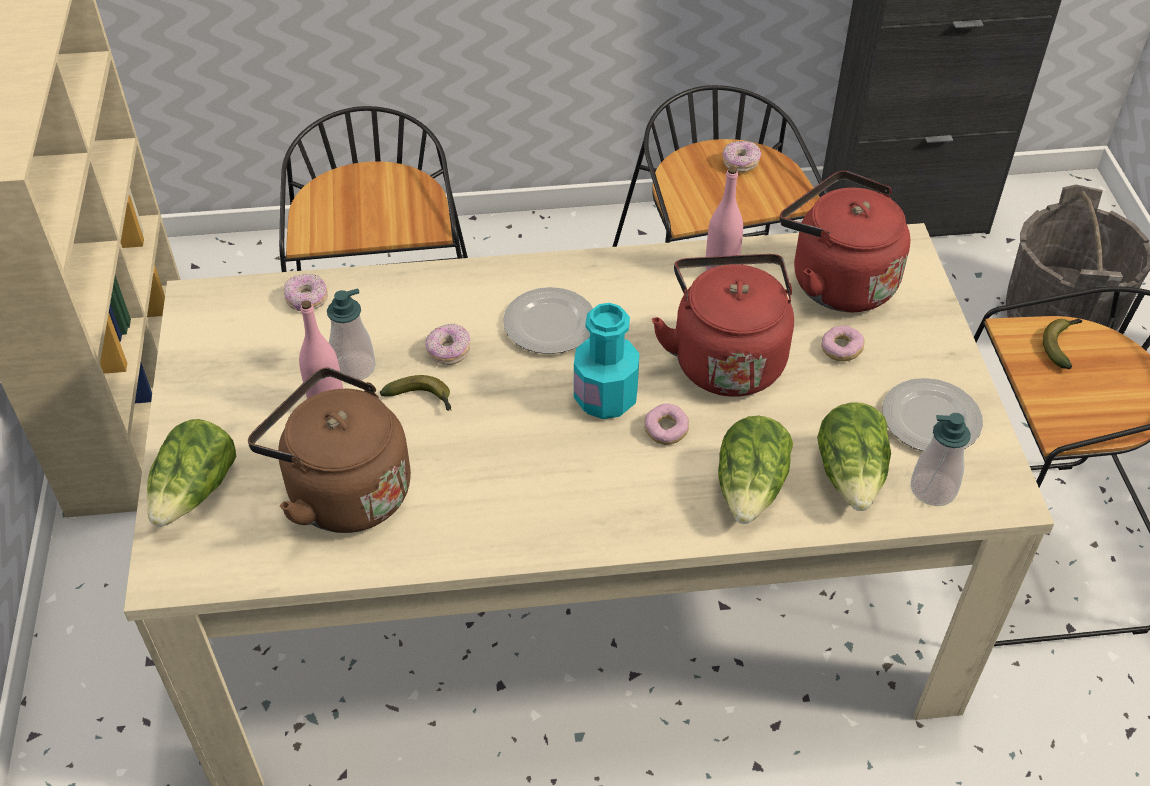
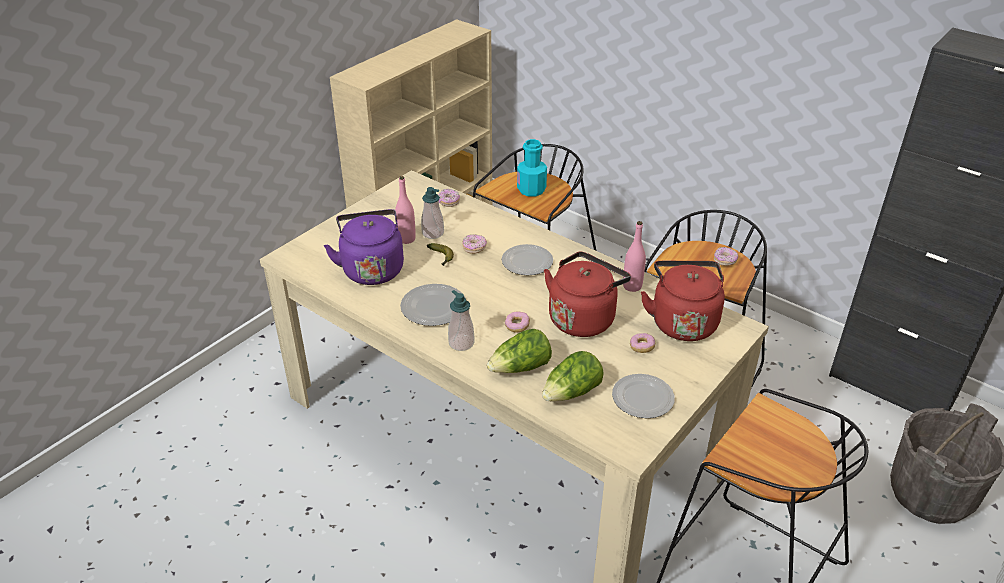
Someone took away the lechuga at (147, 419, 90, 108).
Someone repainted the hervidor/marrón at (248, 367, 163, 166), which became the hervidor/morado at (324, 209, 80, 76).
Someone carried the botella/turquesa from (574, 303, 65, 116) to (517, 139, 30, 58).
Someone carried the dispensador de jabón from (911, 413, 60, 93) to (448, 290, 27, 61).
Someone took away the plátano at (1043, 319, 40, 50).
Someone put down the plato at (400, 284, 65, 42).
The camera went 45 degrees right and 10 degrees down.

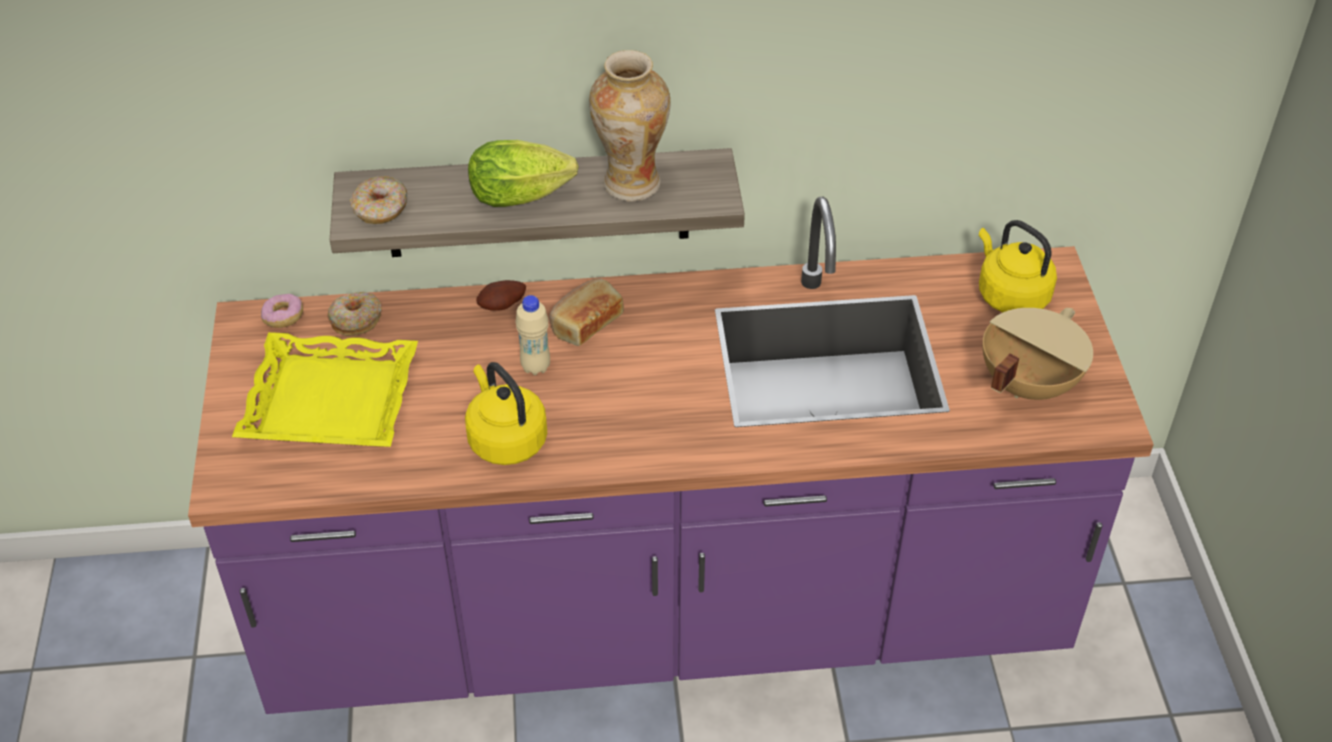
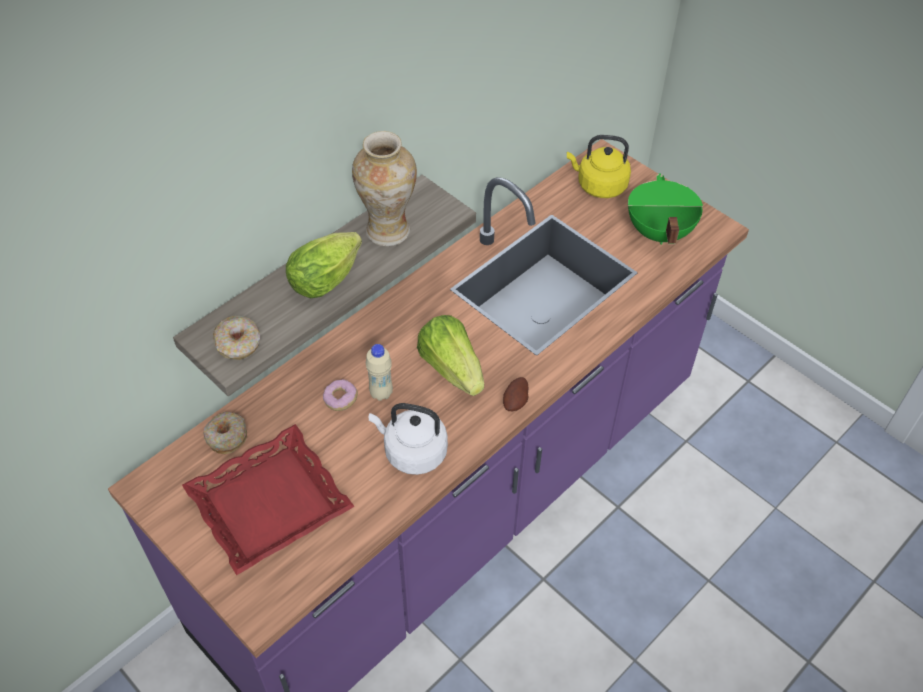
Someone repainted the bandeja/amarillo at (232, 332, 186, 115), which became the bandeja/rojo at (182, 424, 173, 151).
Someone carried the rosquilla from (261, 294, 42, 34) to (323, 379, 35, 32).
Someone repainted the hervidor/amarillo at (465, 362, 82, 103), which became the hervidor/blanco at (369, 403, 79, 72).
Someone carried the patata from (476, 280, 50, 31) to (503, 377, 25, 34).
Someone took away the pan at (549, 279, 75, 67).
Someone repainted the olla/beis at (982, 308, 111, 92), which became the olla/verde at (628, 173, 75, 71).
Someone put down the lechuga at (417, 315, 67, 81).
The camera went 40 degrees left and 5 degrees up.

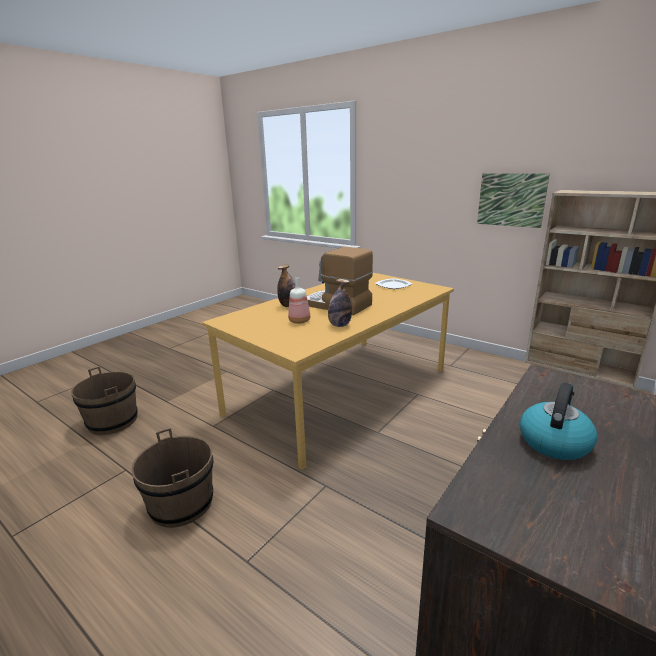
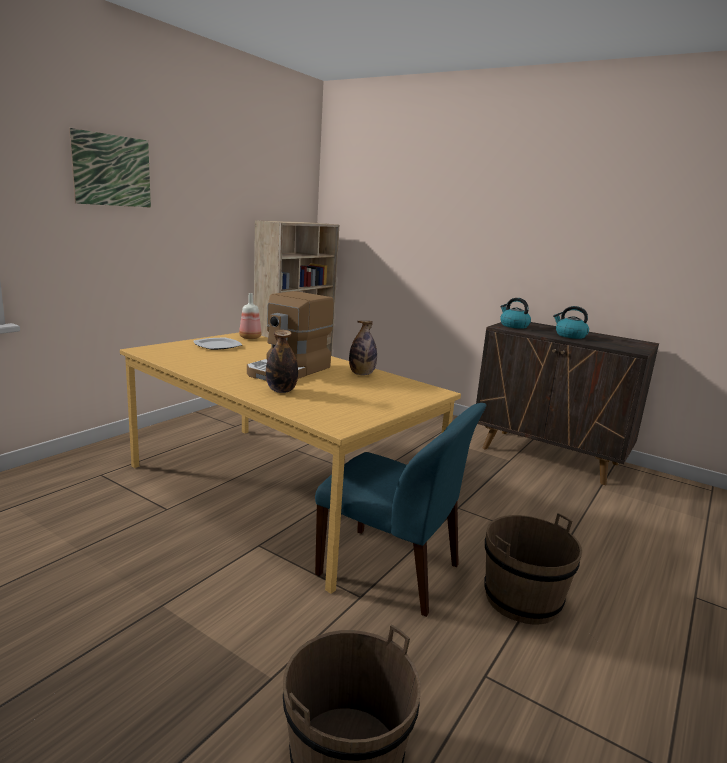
Someone carried the botella from (288, 277, 22, 47) to (239, 293, 22, 46).
Someone carried the cuadro from (477, 173, 73, 55) to (69, 128, 82, 80).
Someone put down the silla/azul at (315, 403, 171, 214).
Someone put down the hervidor at (500, 298, 31, 31).
The camera went 95 degrees left and 5 degrees down.

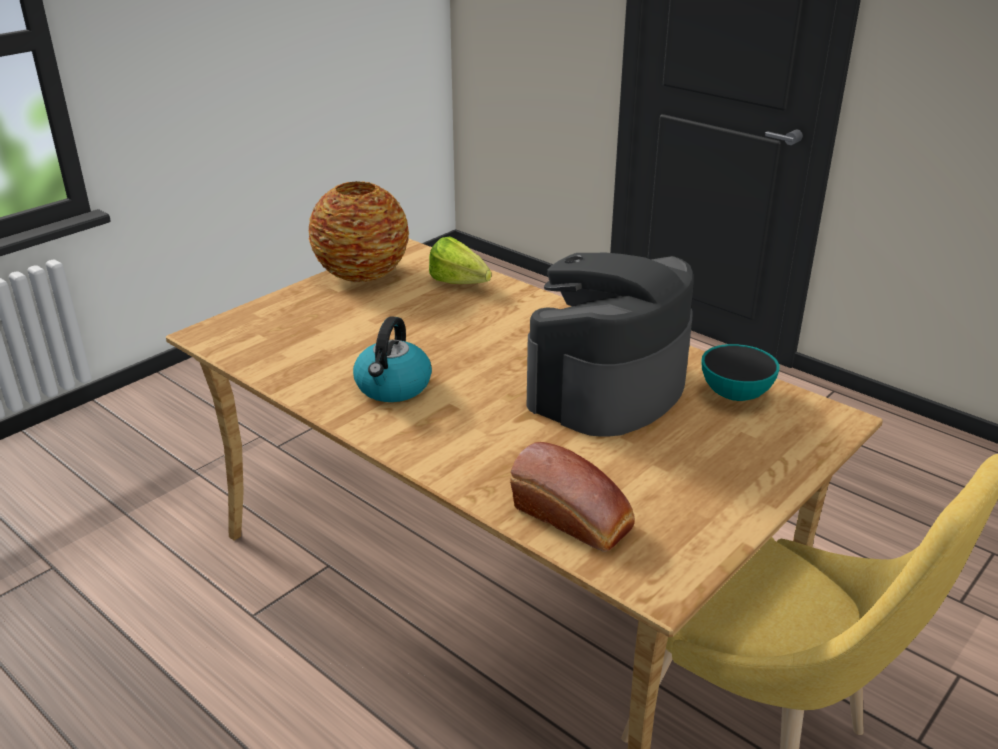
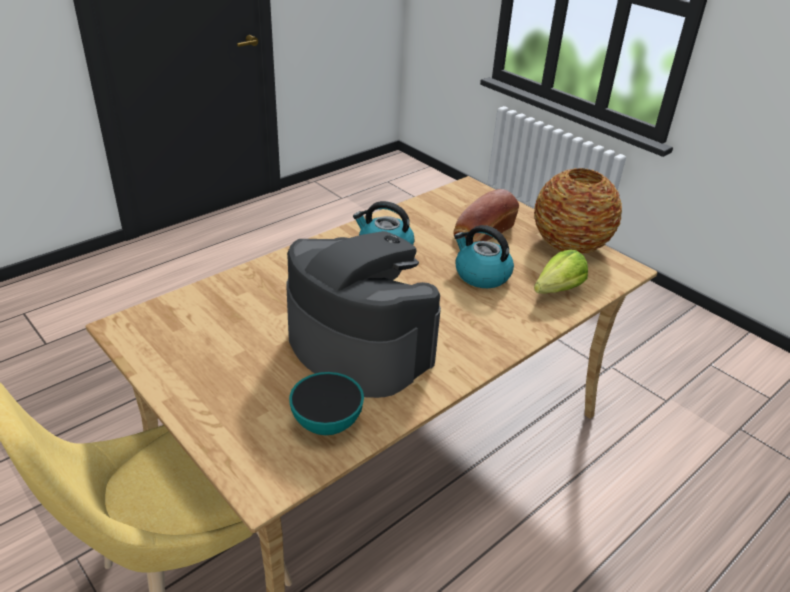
Someone carried the pan from (510, 442, 125, 110) to (453, 189, 66, 53).
Someone put down the hervidor at (454, 225, 60, 63).
The camera went 95 degrees right and 5 degrees up.

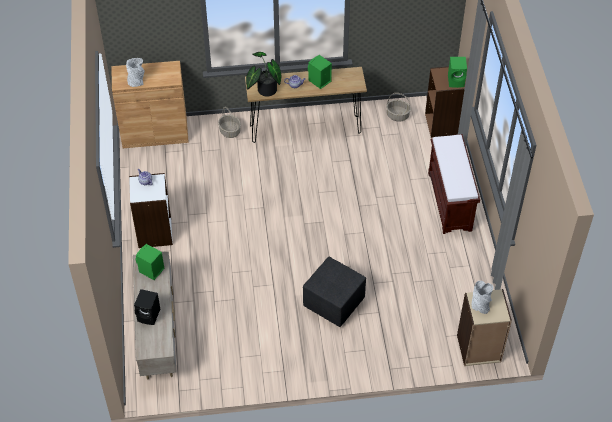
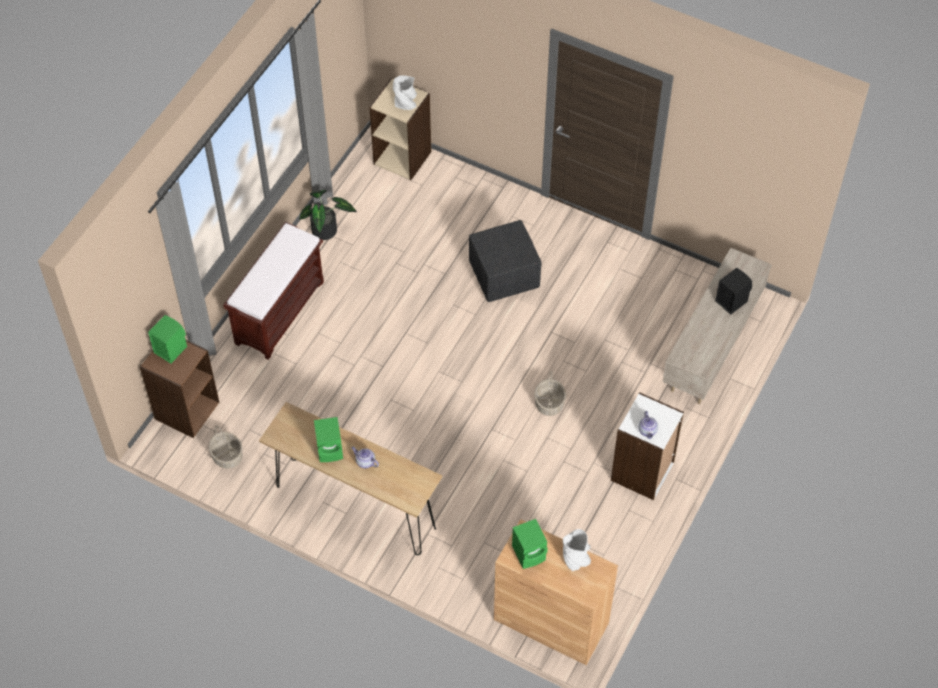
Someone carried the altavoz/verde from (136, 244, 28, 36) to (512, 519, 36, 50).
Someone carried the cesta from (218, 107, 23, 31) to (534, 371, 32, 45).
Someone carried the planta en maceta from (246, 52, 36, 45) to (299, 190, 58, 50).
The camera went 145 degrees left and 5 degrees up.

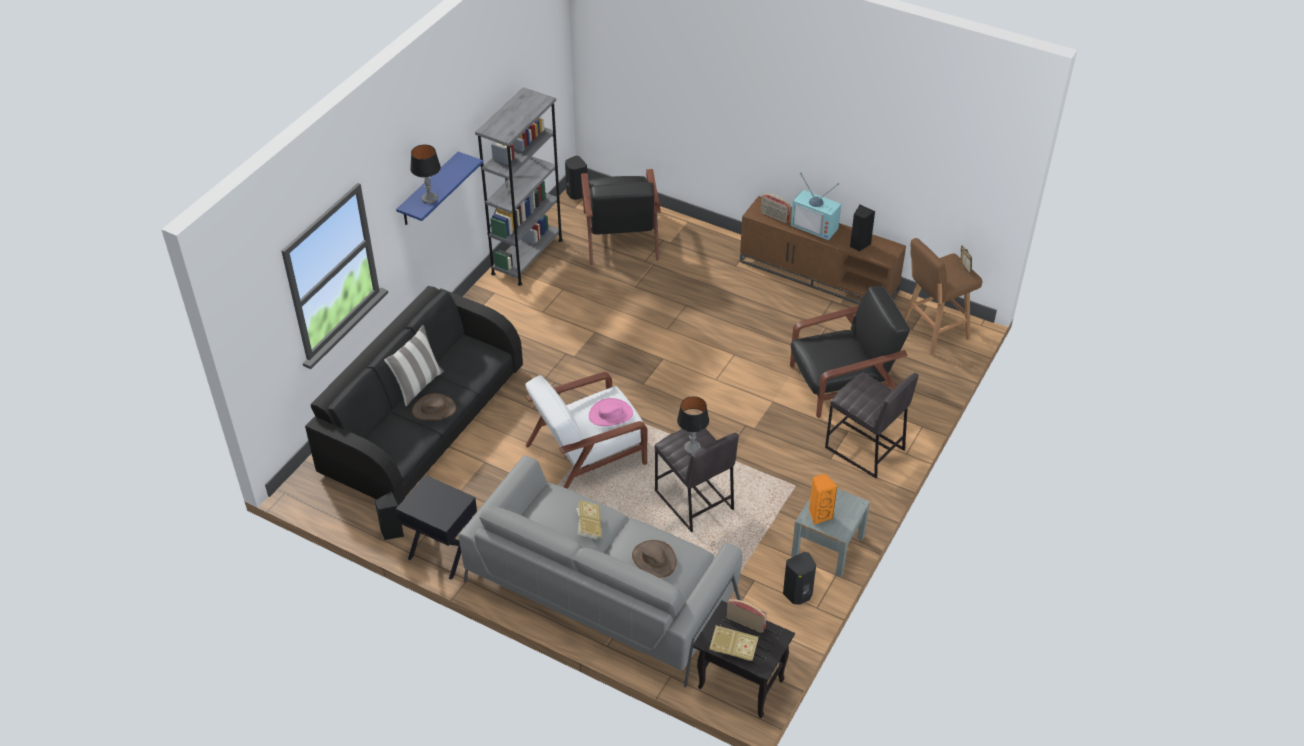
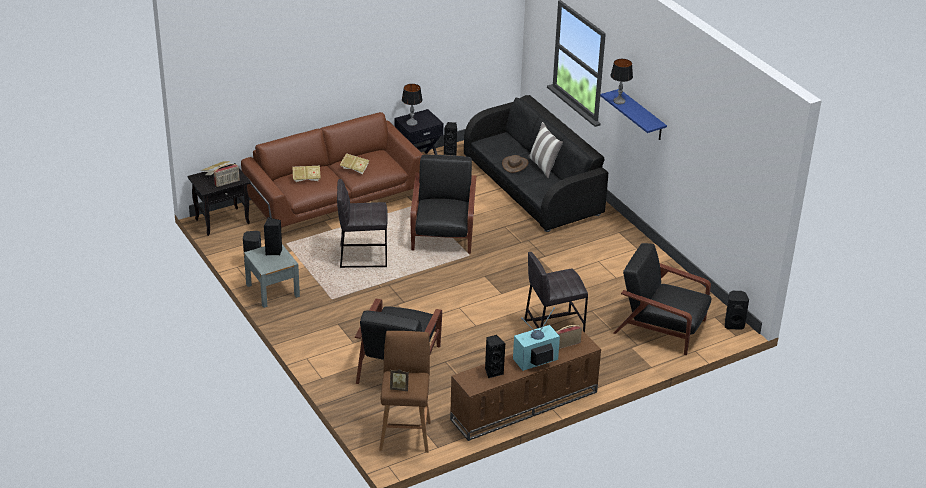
Someone repainted the sofá/gris at (458, 456, 284, 231), which became the sofá/marrón at (241, 112, 182, 116).
Someone took away the estantería/gris at (475, 87, 88, 199).
Someone repainted the sillón/blanco at (525, 372, 123, 117), which became the sillón/negro at (410, 155, 66, 99).
Someone took away the sombrero/rosa at (589, 398, 44, 28).
Someone swapped the sombrero/marrón at (632, 540, 45, 38) for the libro at (292, 166, 29, 16).
Someone carried the lámpara de mesa from (677, 396, 32, 58) to (402, 84, 21, 42).
Someone repainted the altavoz/naranja at (809, 474, 28, 51), which became the altavoz/negro at (264, 217, 18, 38).
Someone carried the taburete/gris from (825, 372, 94, 106) to (524, 252, 64, 80).
The camera went 120 degrees right and 10 degrees down.

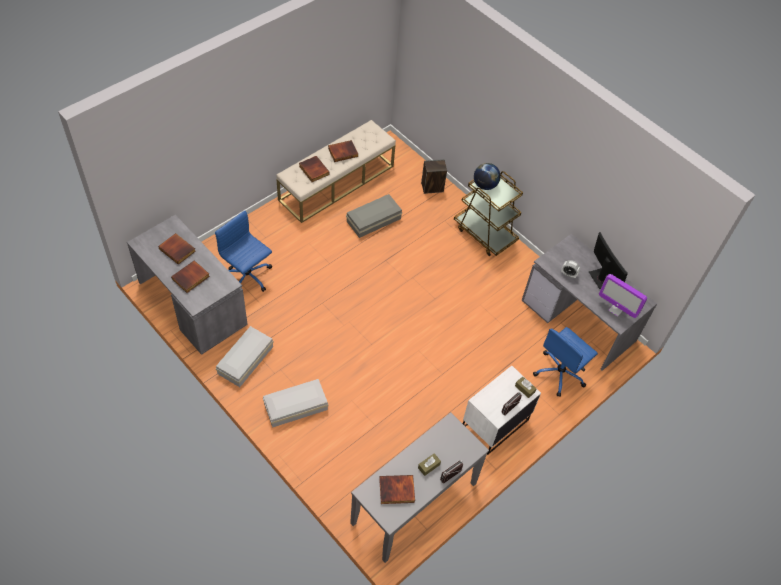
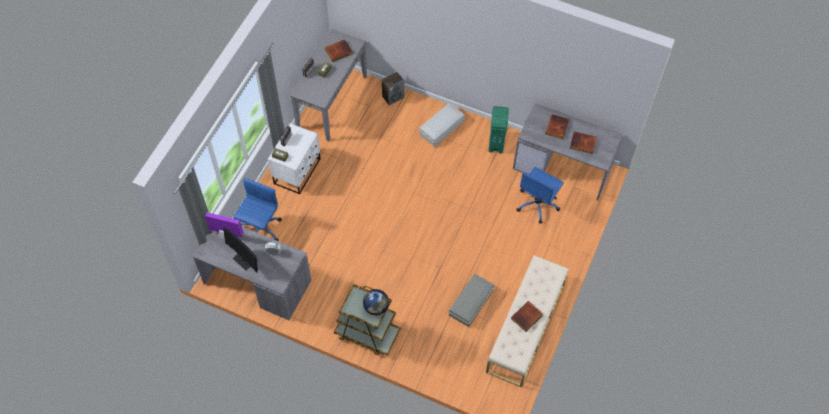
Someone rotated the silla de oficina/azul at (215, 210, 57, 82) by 105 degrees clockwise.
Someone swapped the caja de almacenaje/blanco at (216, 326, 58, 61) for the papelera/verde at (488, 106, 21, 48).
Someone took away the libro at (299, 156, 31, 26).
Someone carried the altavoz from (421, 159, 26, 35) to (382, 72, 22, 33).
The camera went 160 degrees right and 5 degrees up.

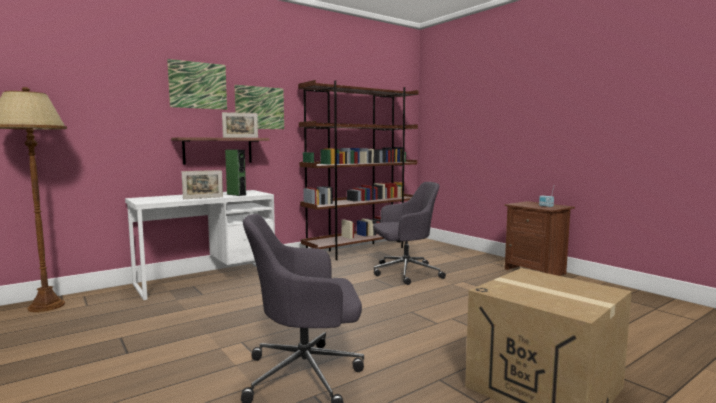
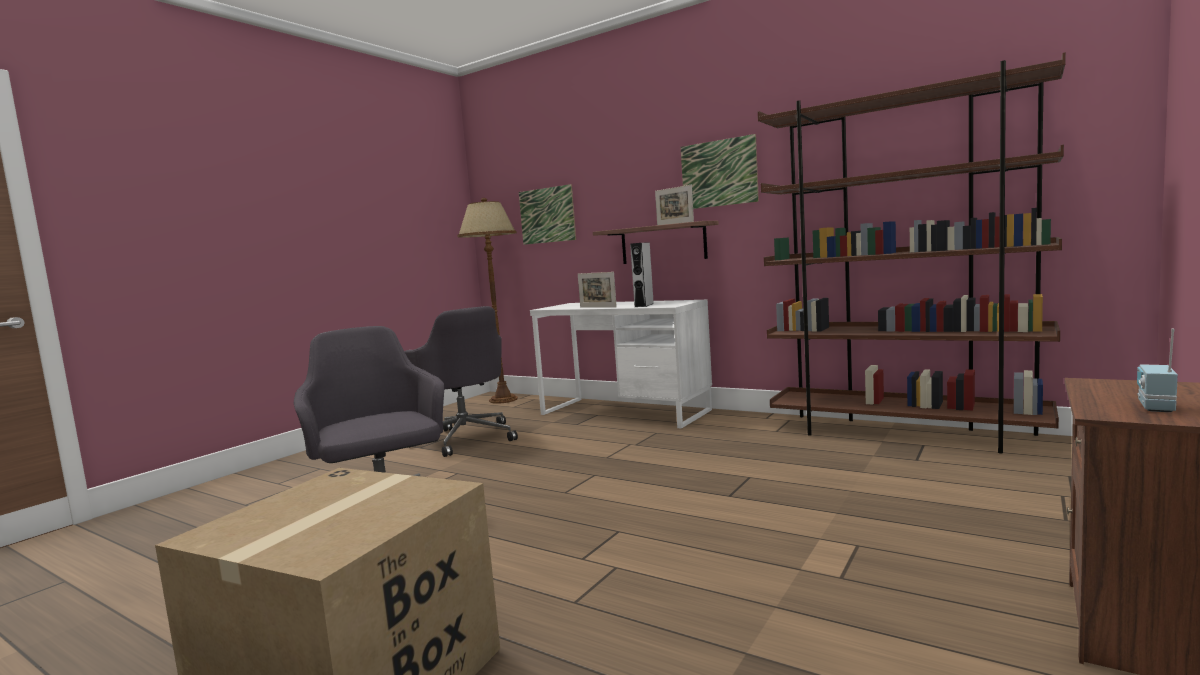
Someone carried the cuadro from (167, 59, 60, 51) to (519, 184, 57, 61).
Someone repainted the altavoz/verde at (225, 150, 21, 46), which became the altavoz/gris at (630, 242, 24, 65).
Someone carried the silla de oficina/gris from (373, 182, 73, 103) to (404, 306, 114, 151).
The camera went 70 degrees right and 0 degrees up.

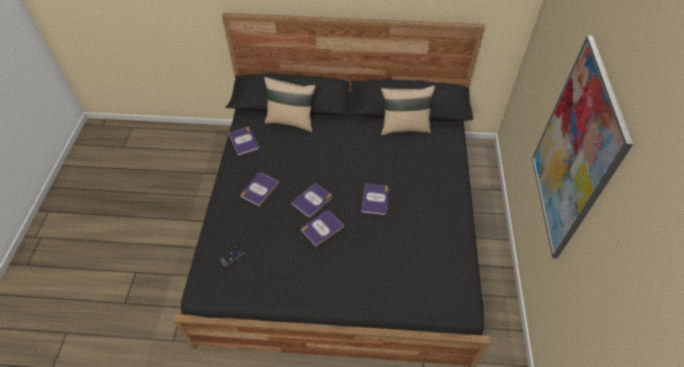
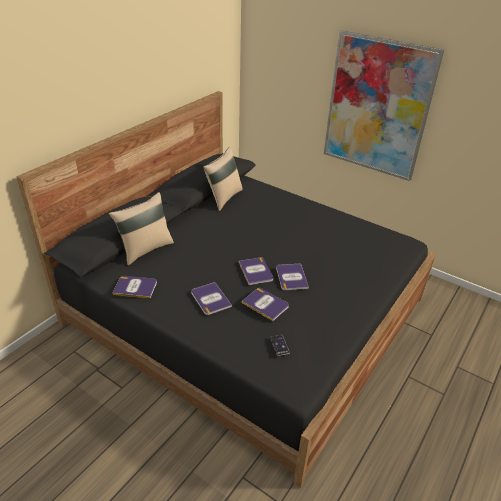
Someone carried the libro from (361, 183, 28, 32) to (242, 288, 47, 33).
The camera went 60 degrees left and 15 degrees down.

